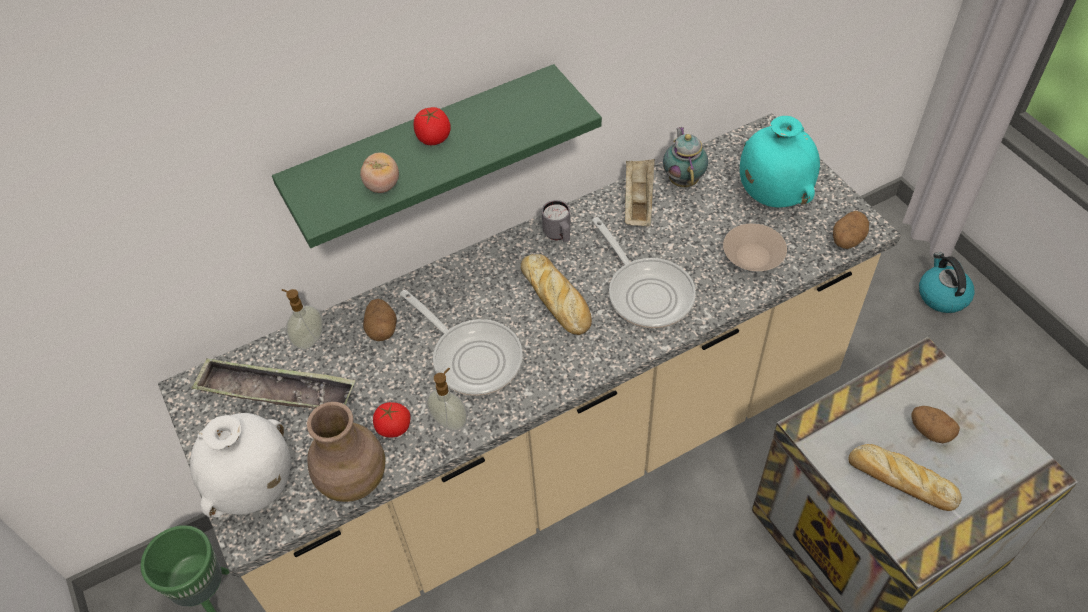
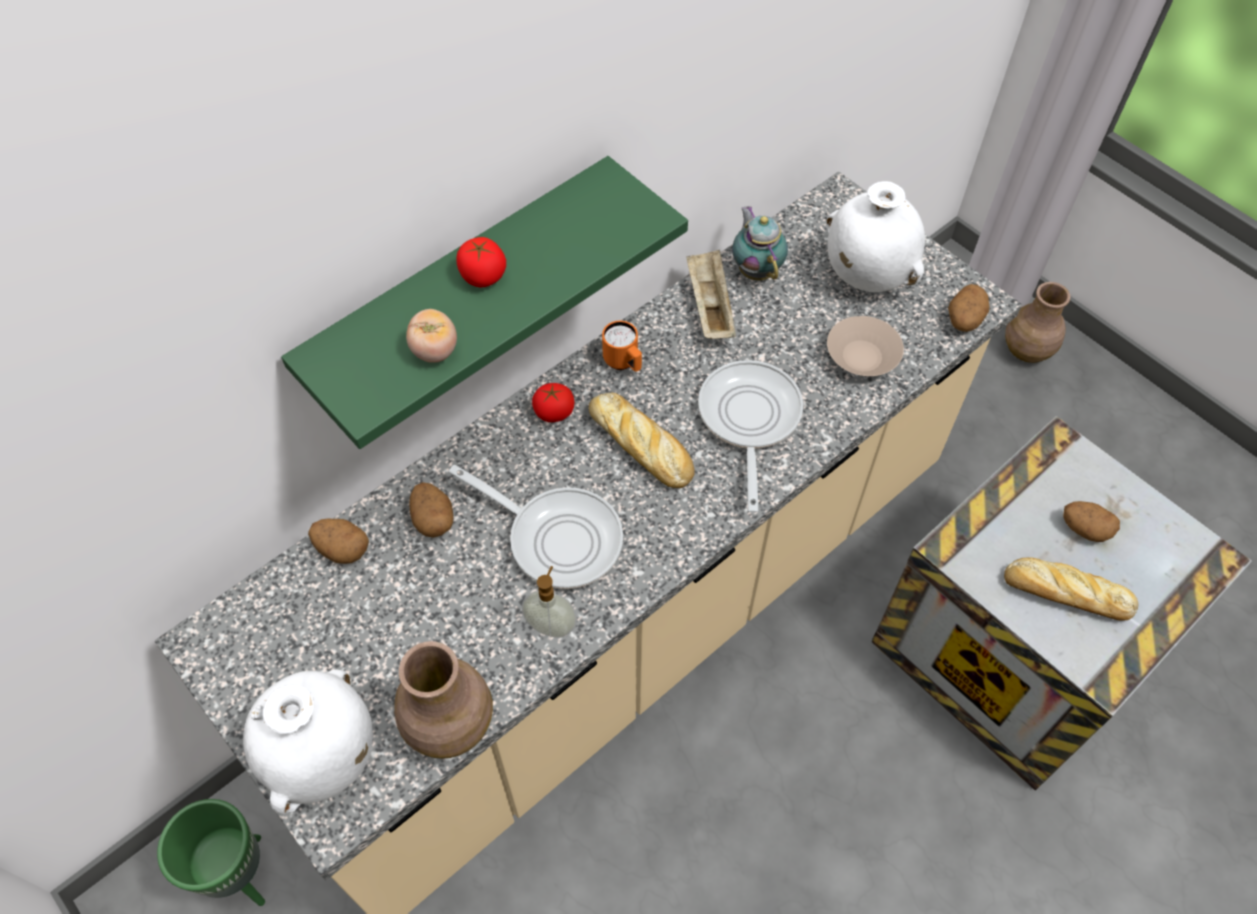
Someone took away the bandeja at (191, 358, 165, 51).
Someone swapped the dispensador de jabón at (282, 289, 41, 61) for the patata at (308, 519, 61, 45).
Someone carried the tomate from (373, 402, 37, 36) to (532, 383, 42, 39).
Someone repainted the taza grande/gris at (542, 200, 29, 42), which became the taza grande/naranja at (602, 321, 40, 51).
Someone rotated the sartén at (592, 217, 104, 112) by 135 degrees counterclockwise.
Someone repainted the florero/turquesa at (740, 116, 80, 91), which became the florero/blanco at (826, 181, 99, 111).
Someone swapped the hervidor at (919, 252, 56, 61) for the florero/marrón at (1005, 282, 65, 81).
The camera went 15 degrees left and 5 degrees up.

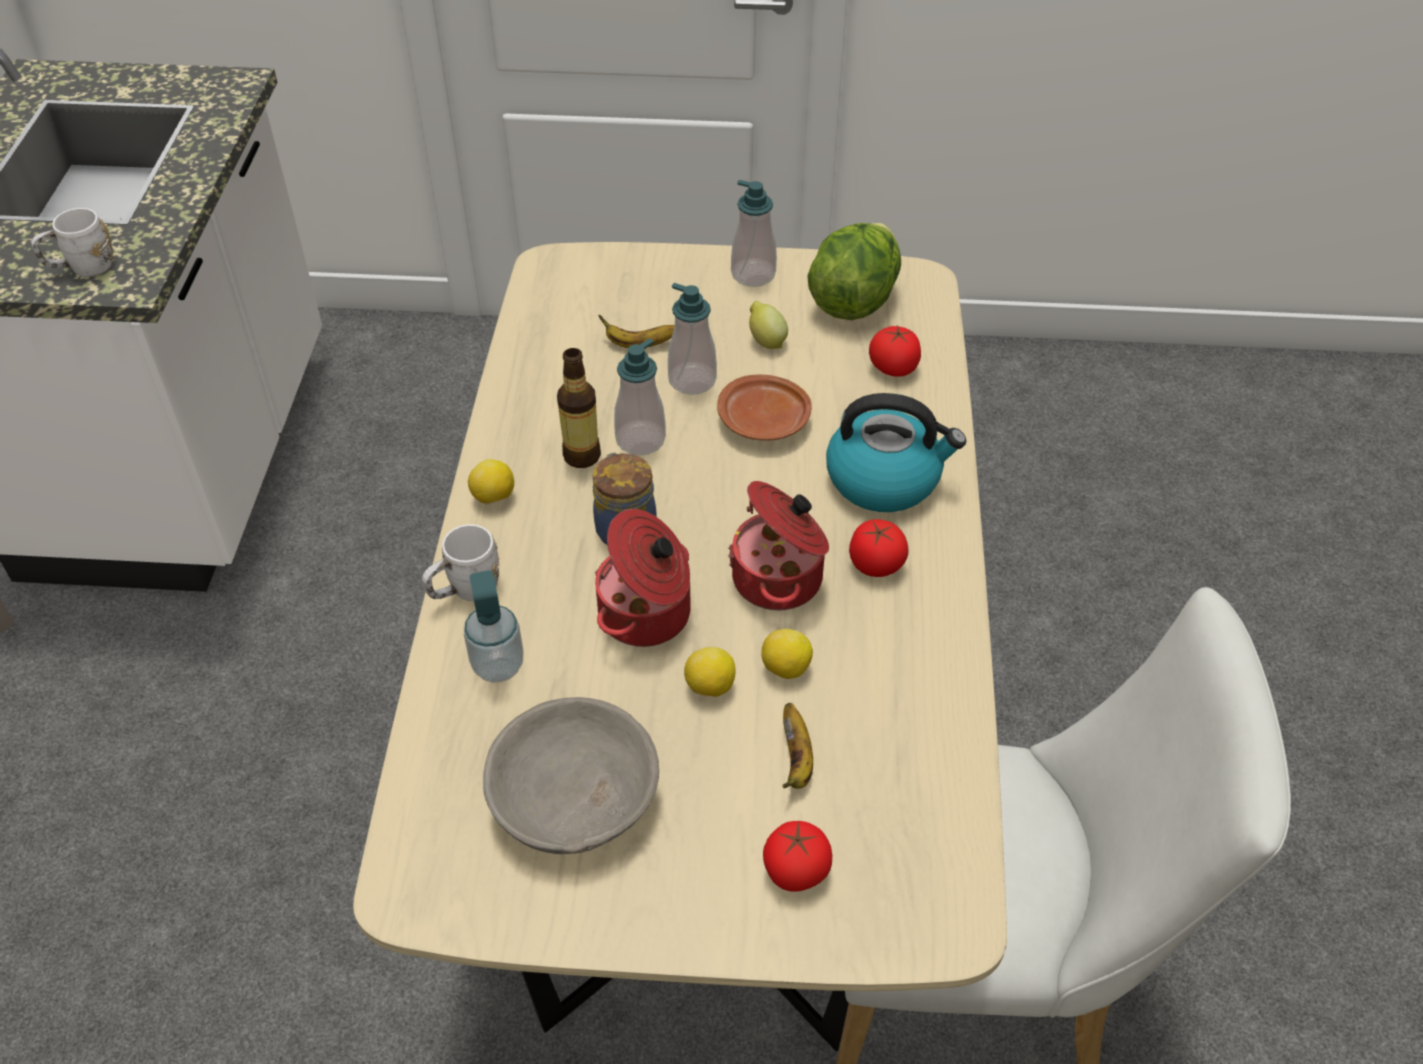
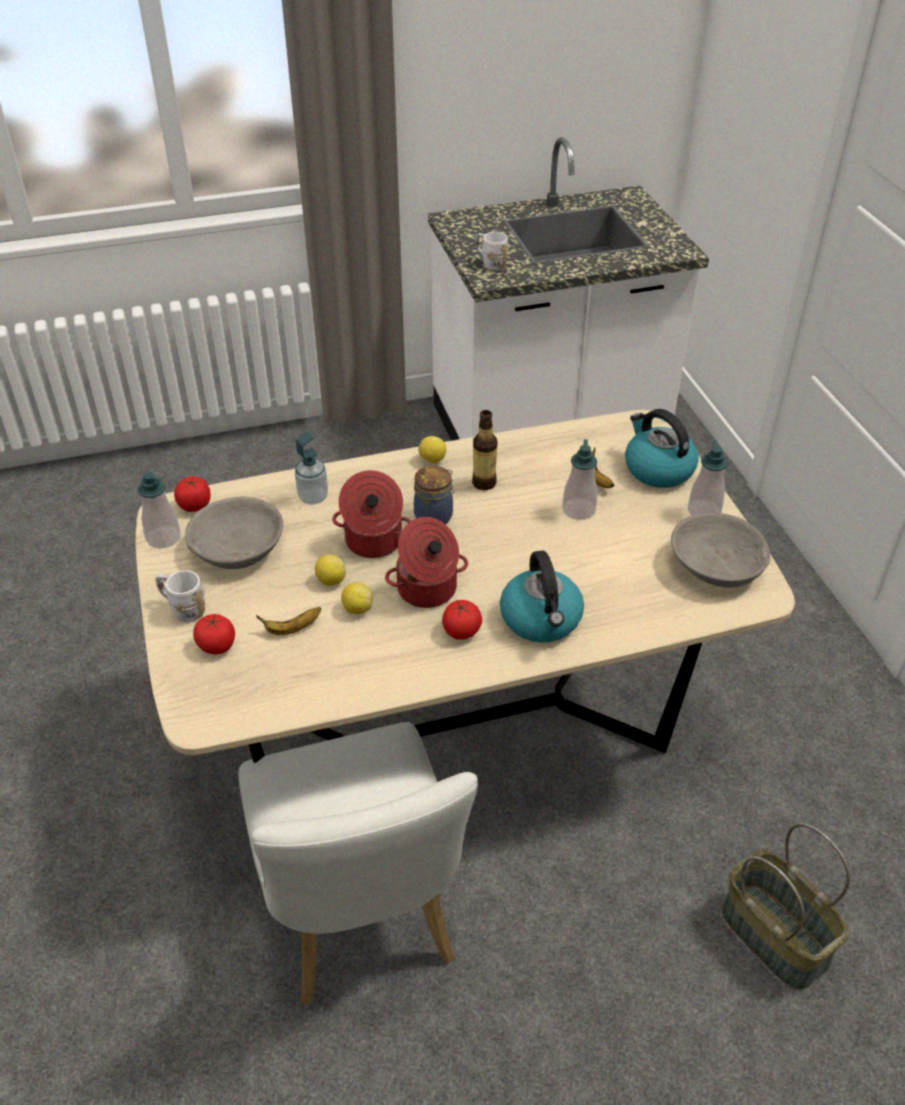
Someone carried the taza grande/blanco from (422, 524, 78, 77) to (155, 570, 50, 52).
Someone carried the dispensador de jabón from (614, 338, 52, 117) to (138, 472, 42, 76).
Someone took away the plato/marrón at (717, 375, 95, 66).
Someone took away the limón at (749, 301, 39, 48).
Someone swapped the lechuga at (807, 223, 94, 97) for the cuenco/gris at (671, 513, 99, 75).
Someone carried the tomate from (869, 325, 52, 52) to (174, 476, 36, 36).
Someone put down the hervidor at (625, 409, 74, 79).
Someone put down the cesta at (721, 823, 129, 167).
The camera went 70 degrees right and 5 degrees down.

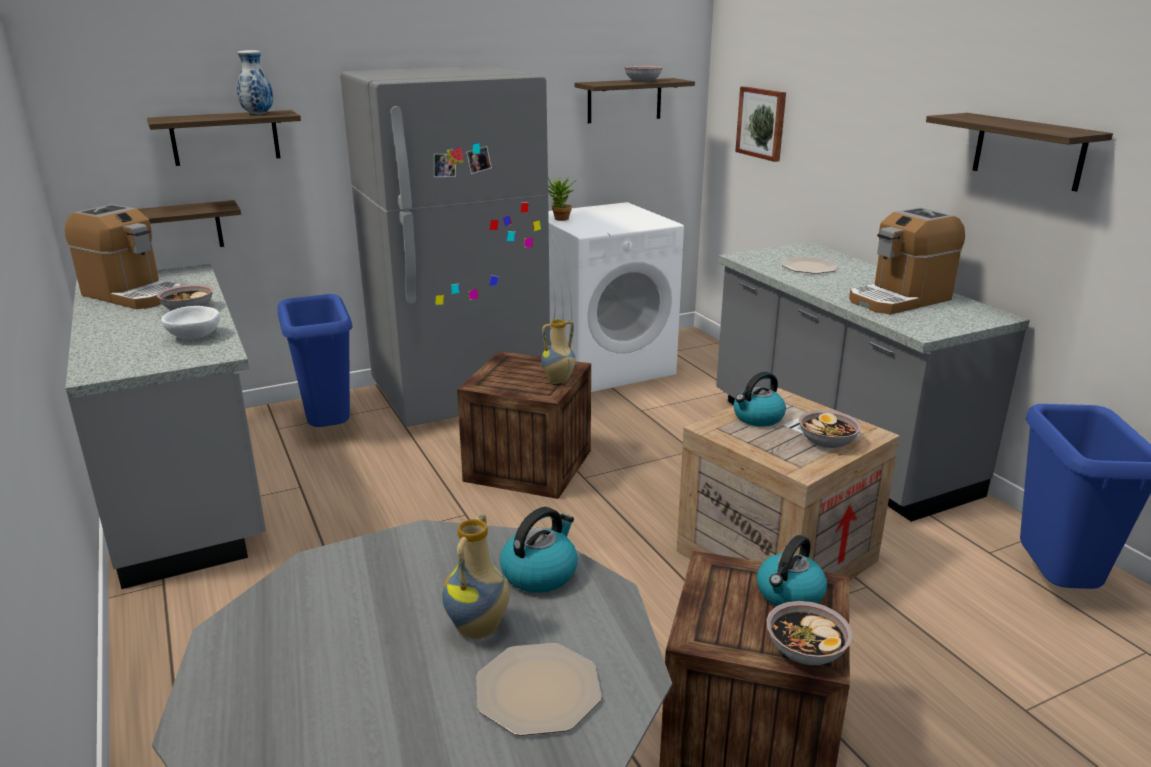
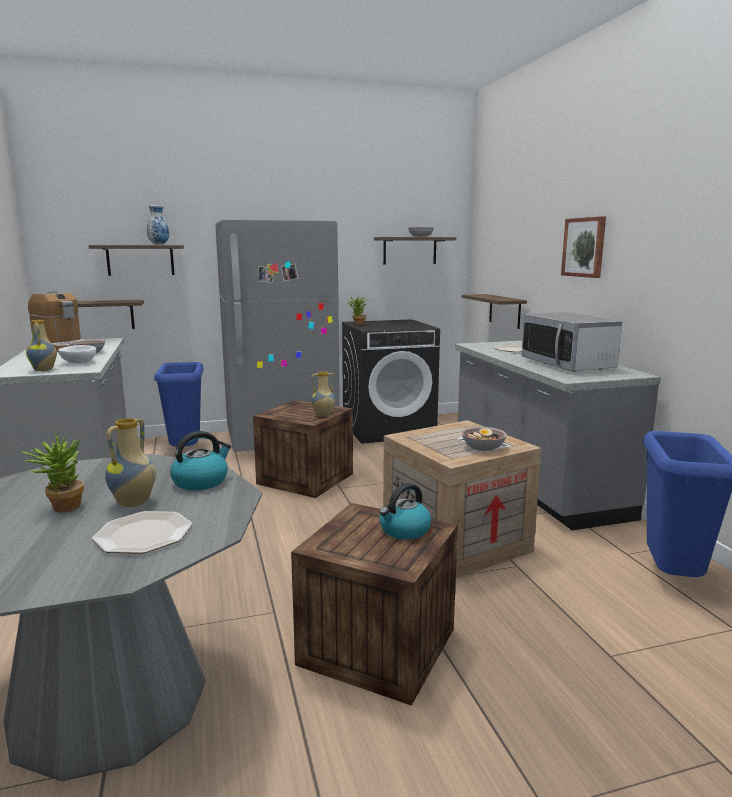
Someone repainted the lavadora/blanco at (548, 202, 136, 190), which became the lavadora/negro at (342, 319, 98, 125).
Someone took away the hervidor at (734, 372, 52, 55).
Someone carried the cuadro from (735, 86, 51, 76) to (561, 216, 45, 62).
Someone took away the cuenco at (766, 601, 87, 64).
Someone swapped the cafetera at (849, 208, 116, 106) for the microondas at (521, 312, 101, 60).
Someone carried the estante from (926, 113, 187, 79) to (462, 294, 65, 35).
Someone put down the planta en maceta at (21, 432, 63, 80).
Someone put down the florero at (26, 320, 31, 51).
The camera went 10 degrees right and 10 degrees down.

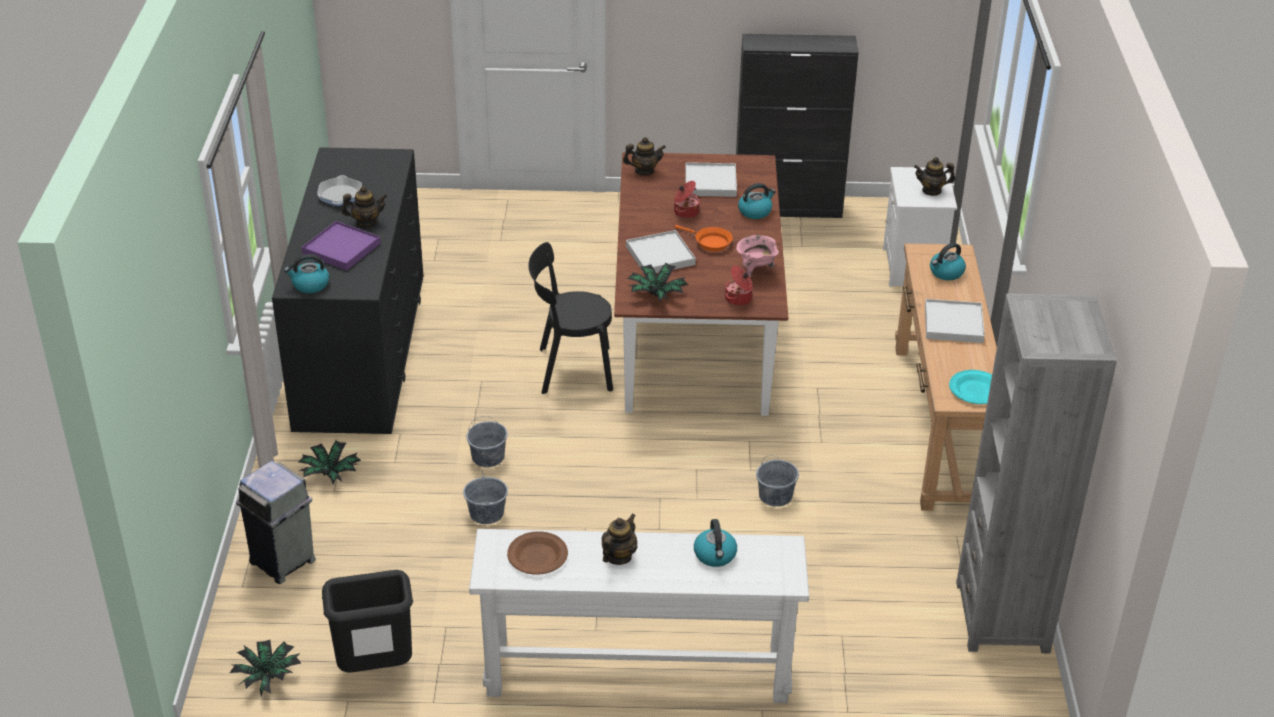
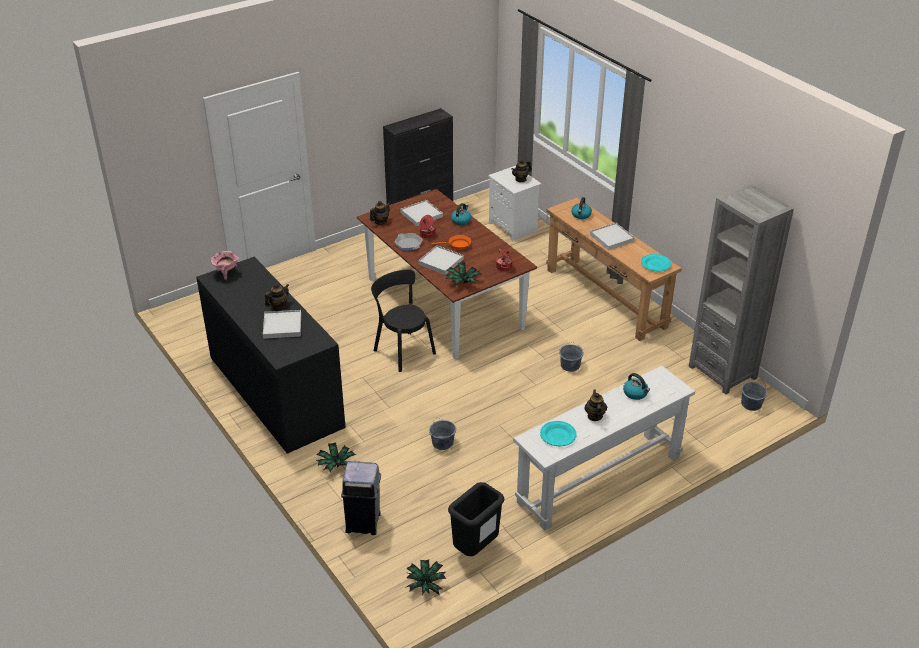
Someone took away the hervidor at (284, 254, 45, 39).
Someone repainted the bandeja/morado at (302, 221, 79, 49), which became the bandeja/blanco at (263, 310, 38, 29).
Someone carried the sartén from (317, 175, 45, 31) to (394, 233, 29, 18).
Someone carried the cubo/gris from (467, 416, 41, 51) to (741, 380, 26, 31).
Someone repainted the plato/marrón at (507, 531, 61, 44), which became the plato/turquesa at (540, 421, 37, 25).
Someone rotated the silla/negro at (528, 242, 85, 152) by 90 degrees clockwise.
Someone carried the olla/rosa from (736, 235, 43, 43) to (211, 251, 28, 30).
The camera went 35 degrees left and 0 degrees up.

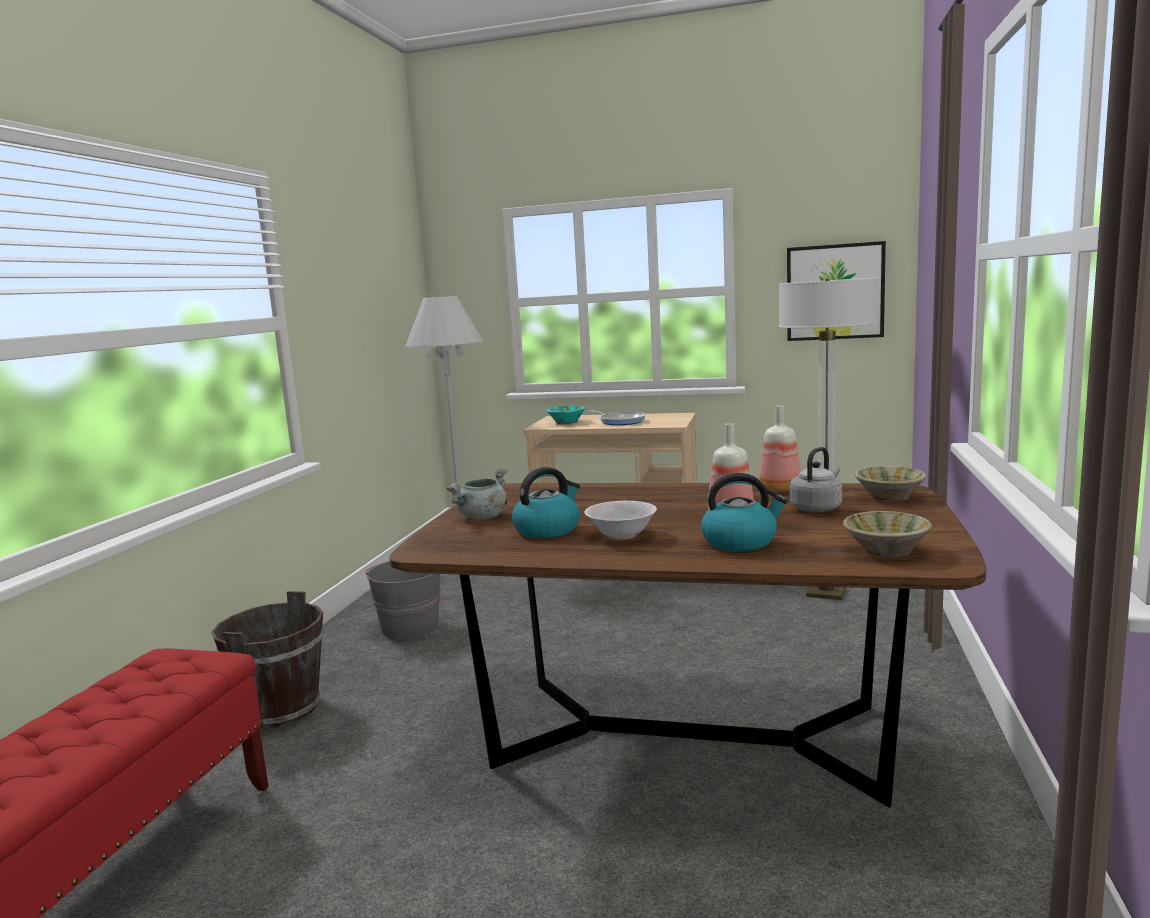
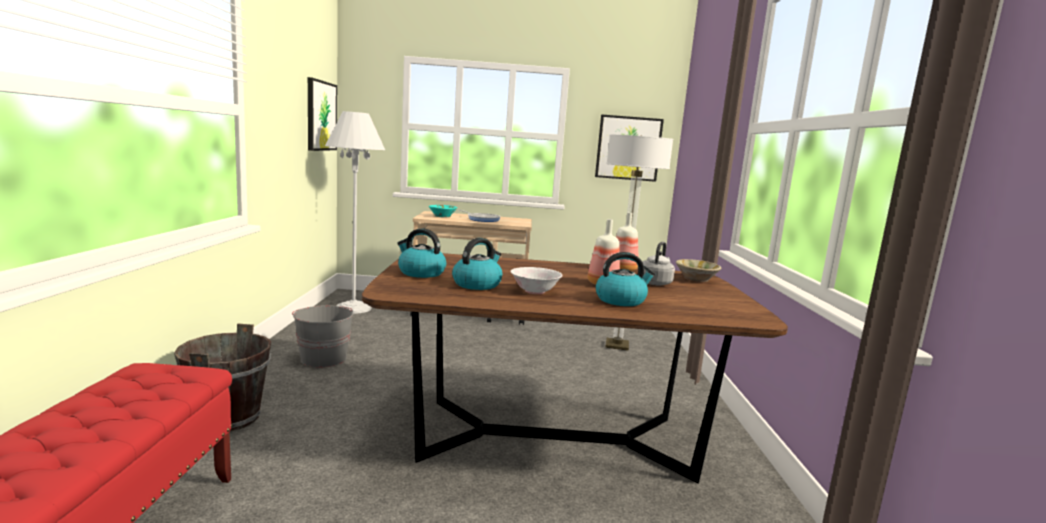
Someone swapped the olla/gris at (446, 468, 62, 51) for the hervidor at (397, 228, 49, 50).
Someone took away the cuenco/beis at (843, 511, 89, 46).
Someone put up the cuadro at (308, 77, 29, 74).
The camera went 15 degrees left and 0 degrees up.

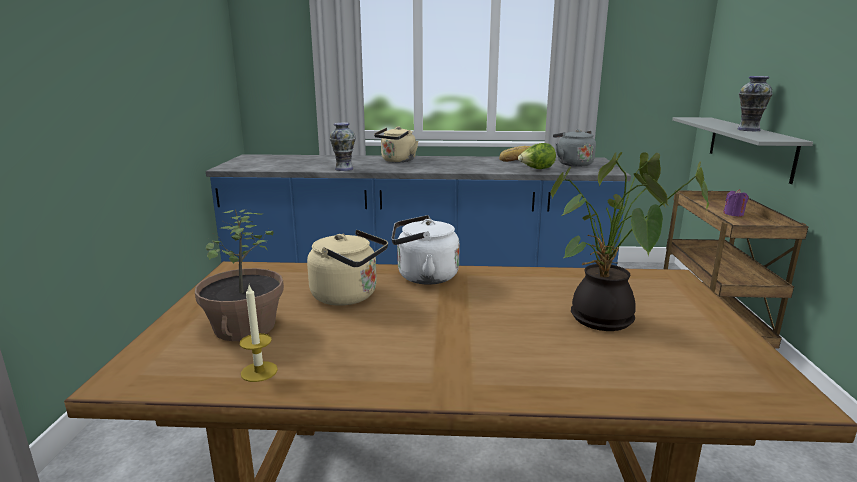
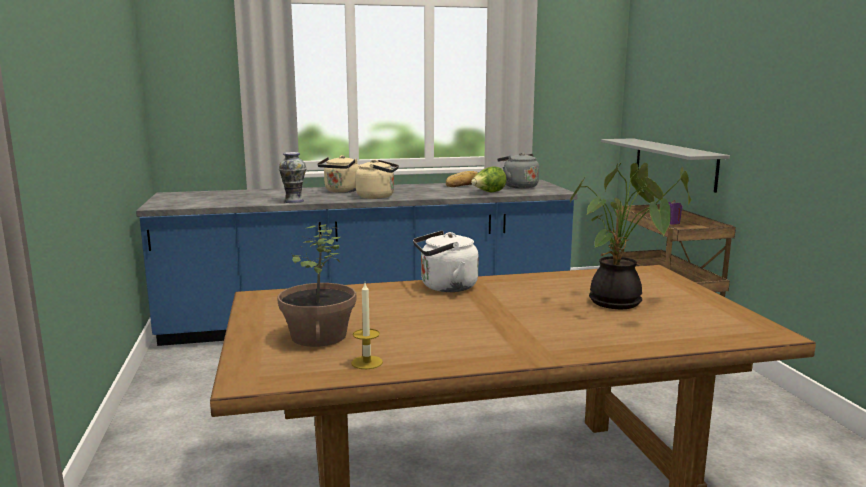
Someone carried the hervidor/beis from (307, 230, 81, 76) to (355, 160, 44, 39).
Someone took away the florero at (737, 76, 36, 55).
The camera went 15 degrees left and 5 degrees down.

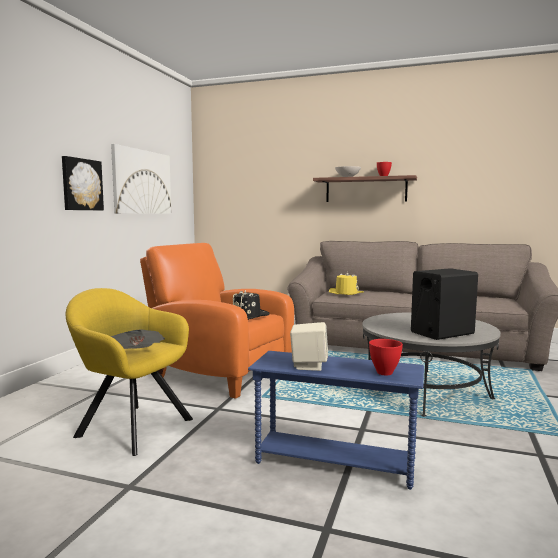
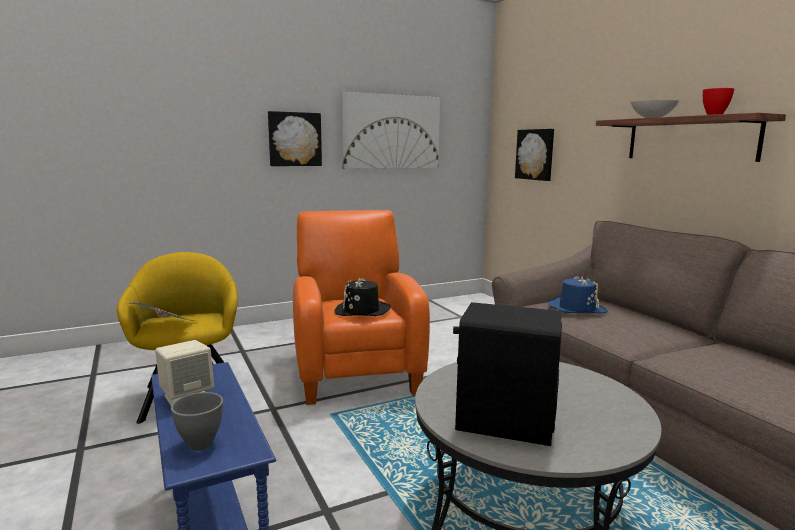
Someone repainted the sombrero/amarillo at (329, 272, 35, 23), which became the sombrero/azul at (548, 276, 59, 37).
Someone repainted the cuenco/rojo at (369, 339, 34, 36), which became the cuenco/gris at (171, 392, 52, 59).
Someone put up the cuadro at (515, 129, 39, 52).
The camera went 45 degrees right and 5 degrees up.

